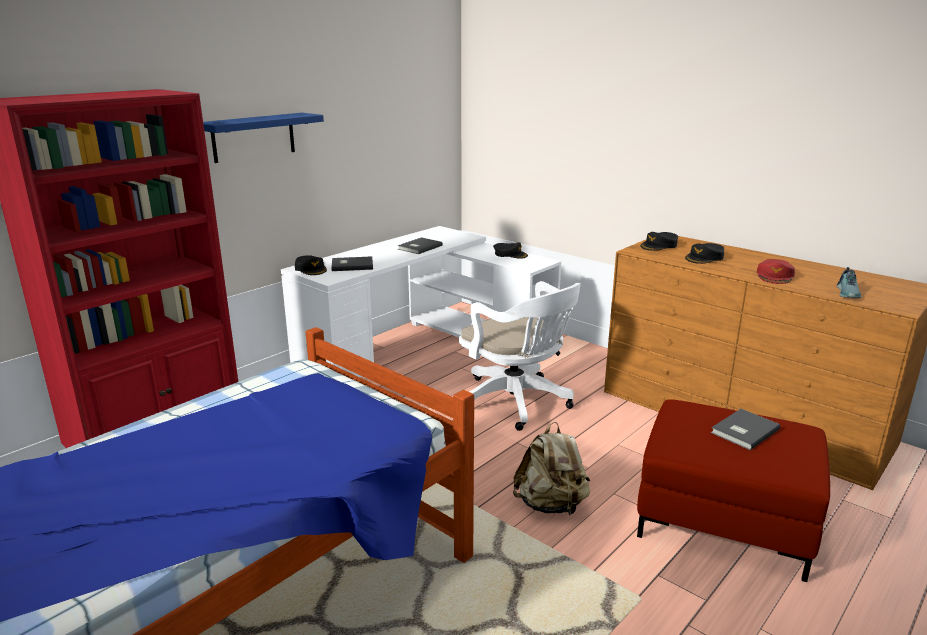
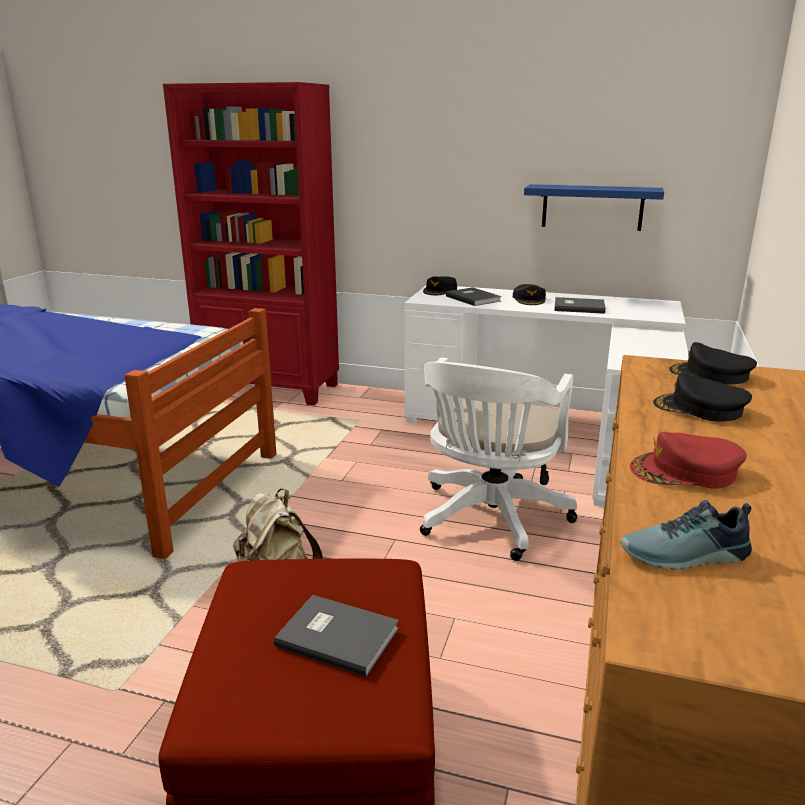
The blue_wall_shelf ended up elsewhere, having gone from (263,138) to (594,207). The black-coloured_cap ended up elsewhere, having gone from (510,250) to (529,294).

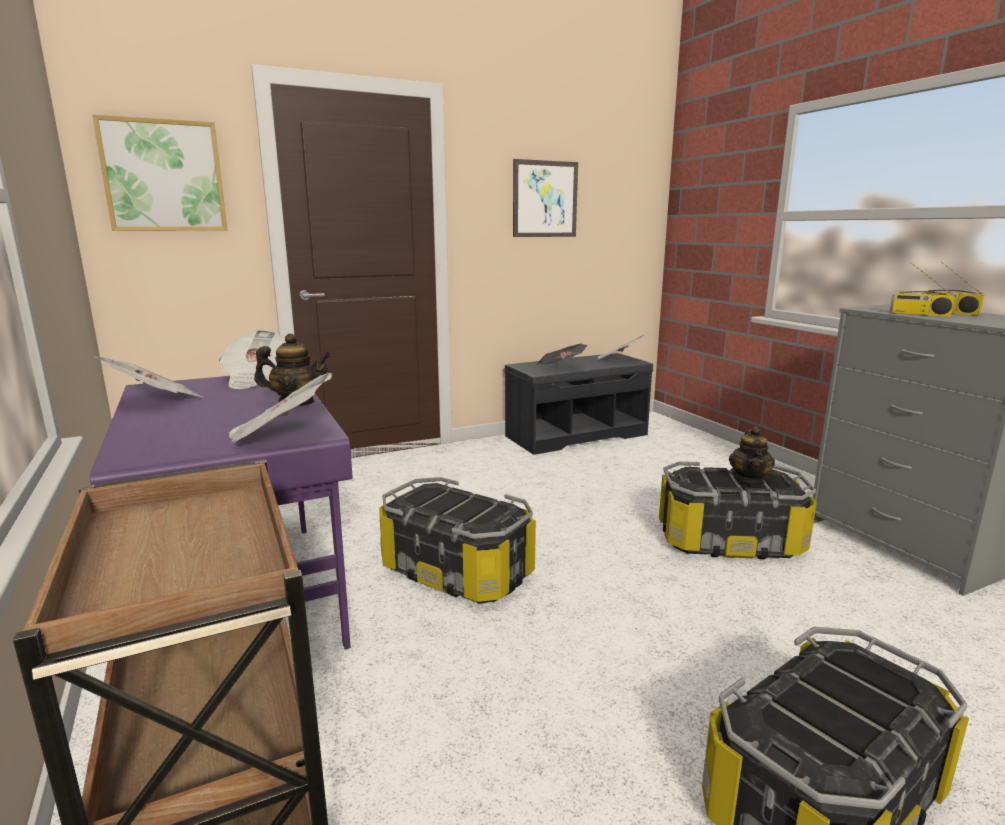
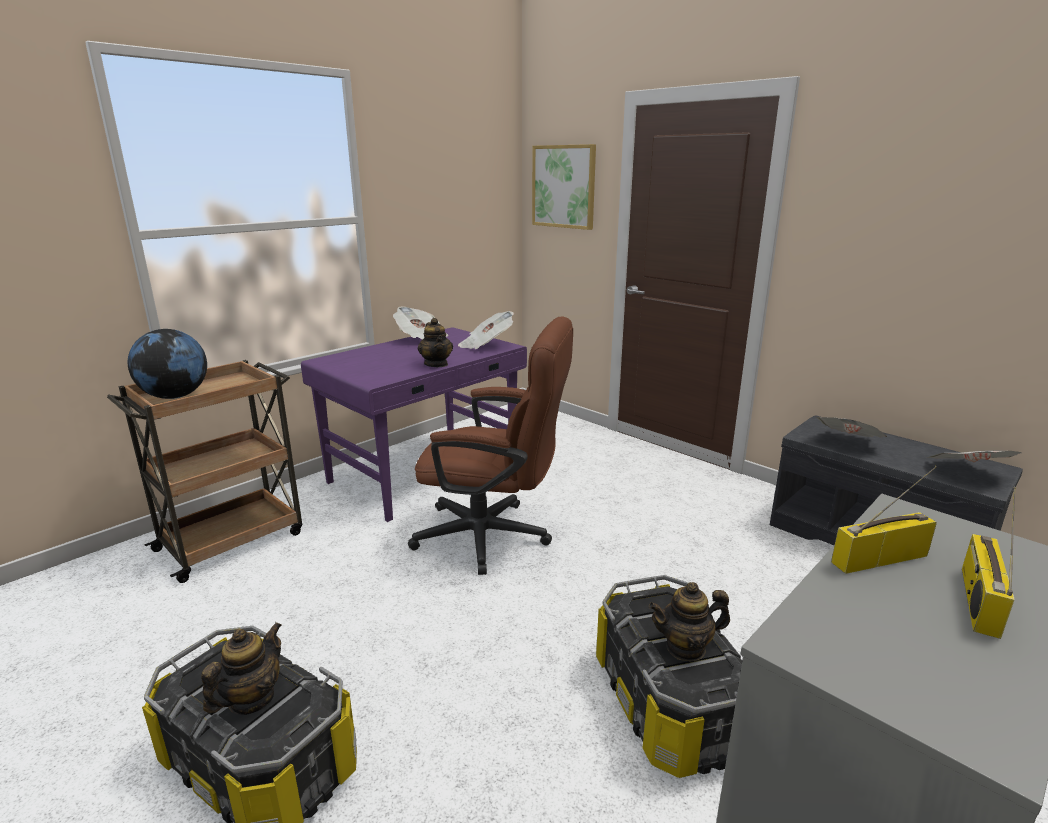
The second view lost the printed_paper at (280,408). The second view lost the wall_art at (545,198). The second view gained the desk_globe at (167,364). The second view gained the tea_pot at (241,668). Where the storage_container stood at (457,540), the brownish_office_chair came to stand at (490,445). The radio_receiver at (922,290) ended up facing another way, 60 degrees clockwise from before.

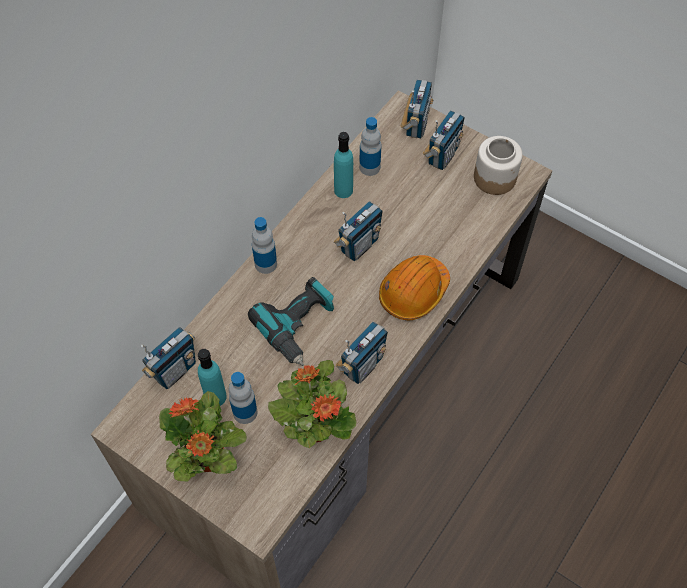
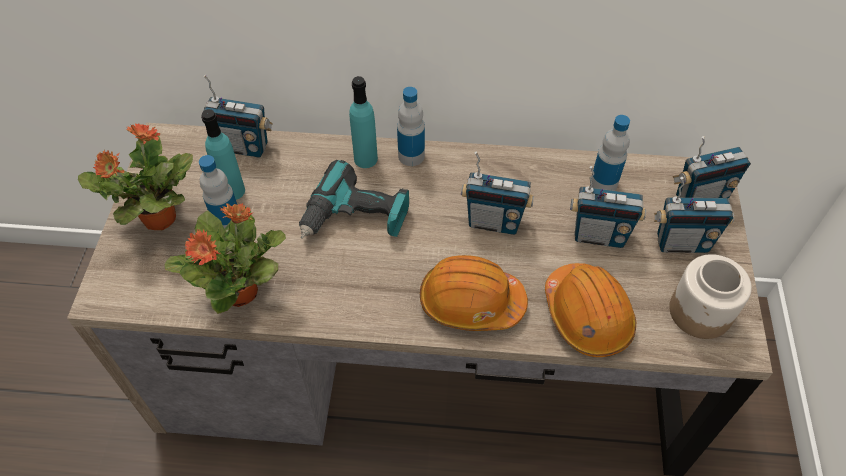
The second view gained the orange-coloured_work_helmet at (590,310). The turquoise_bottle ended up elsewhere, having gone from (343,165) to (363,122). The radio_receiver ended up elsewhere, having gone from (362,352) to (608,207).

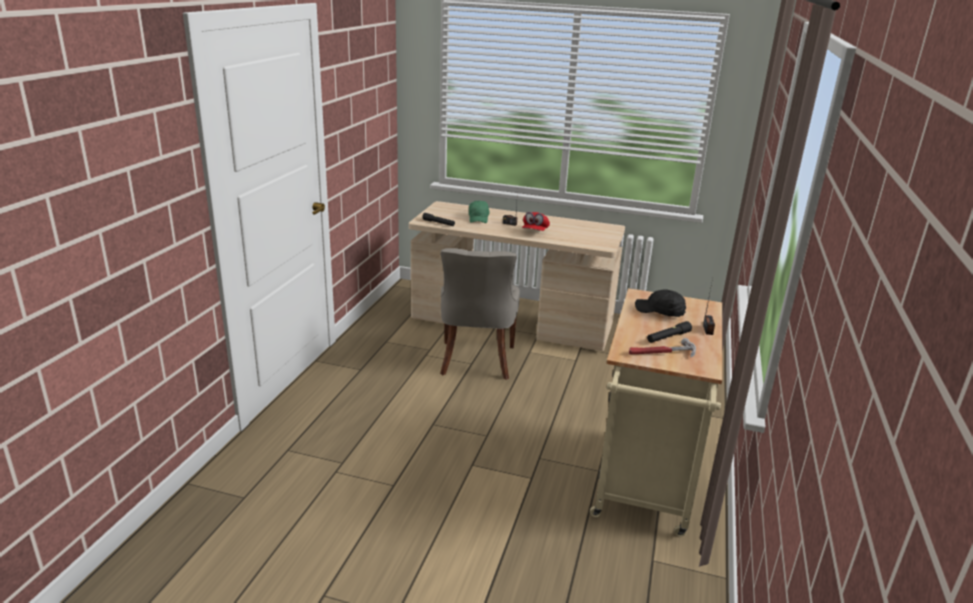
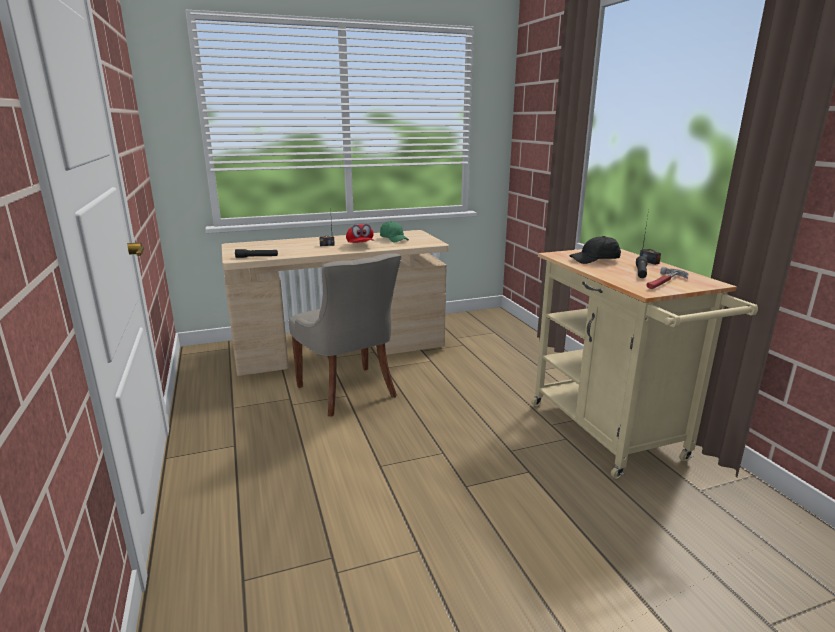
The green_cap ended up elsewhere, having gone from (479,211) to (394,231).

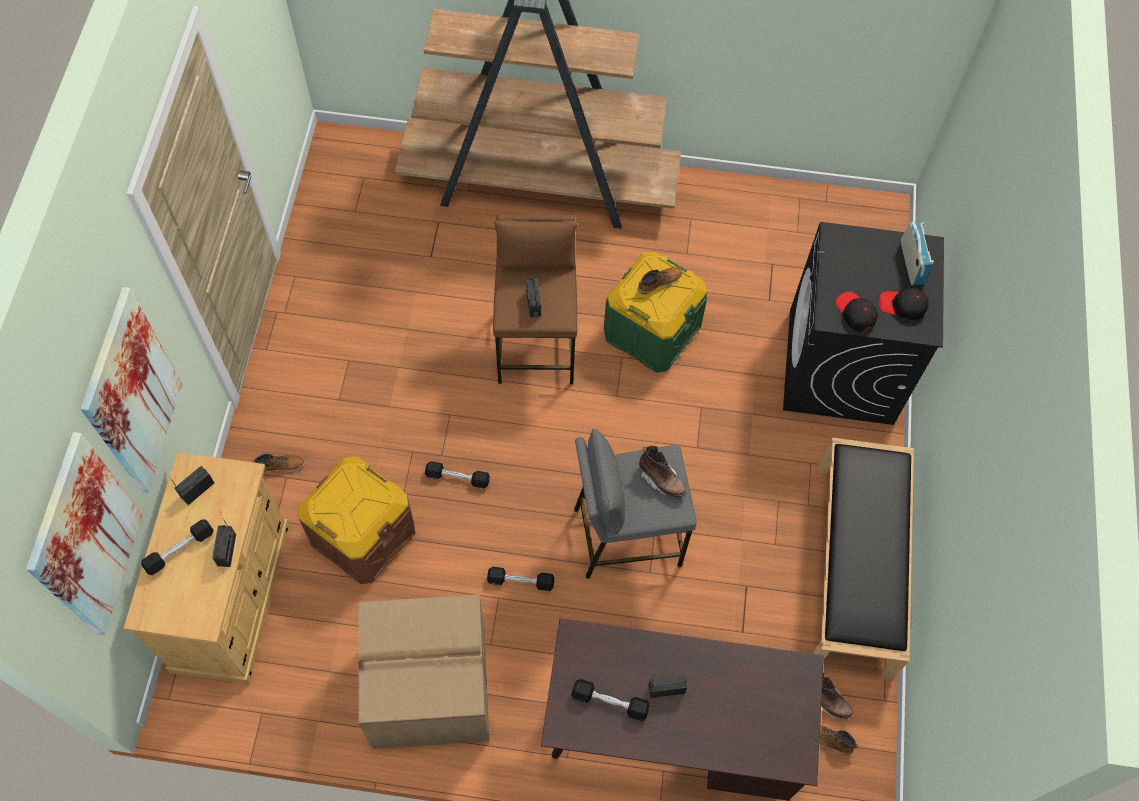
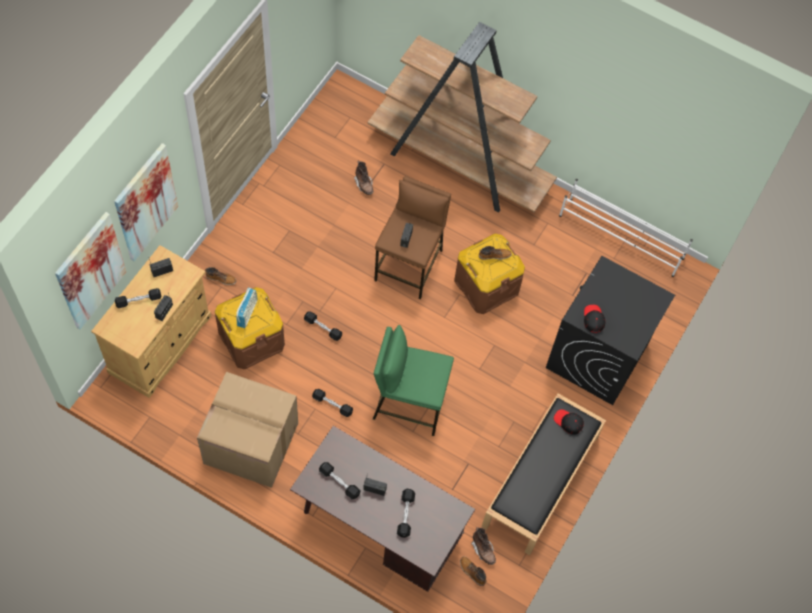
The second view gained the black-coloured_free_weight at (406,513). The second view gained the white-coloured_shoe_stand at (626,228). The brownish_tall_boot ended up elsewhere, having gone from (663,471) to (363,178). The black-coloured_cap ended up elsewhere, having gone from (904,304) to (569,422). The radio_receiver ended up elsewhere, having gone from (917,253) to (247,308). What was the grey_stool at (635,504) turned into the green_stool at (413,380). What was the green_storage_container at (655,312) turned into the brownish_storage_container at (489,274).

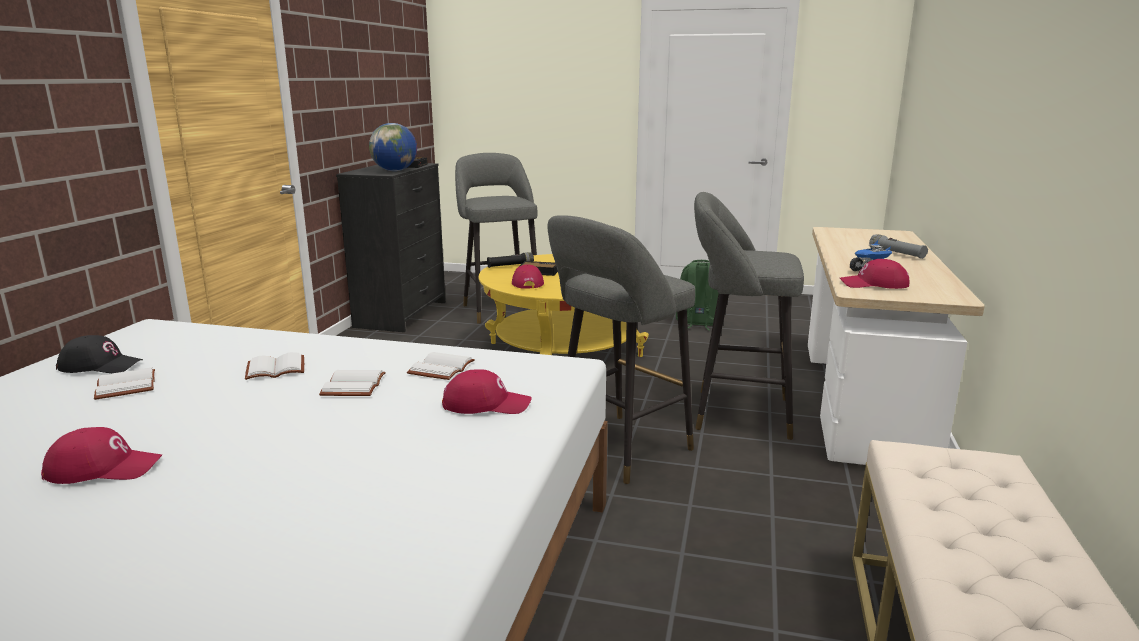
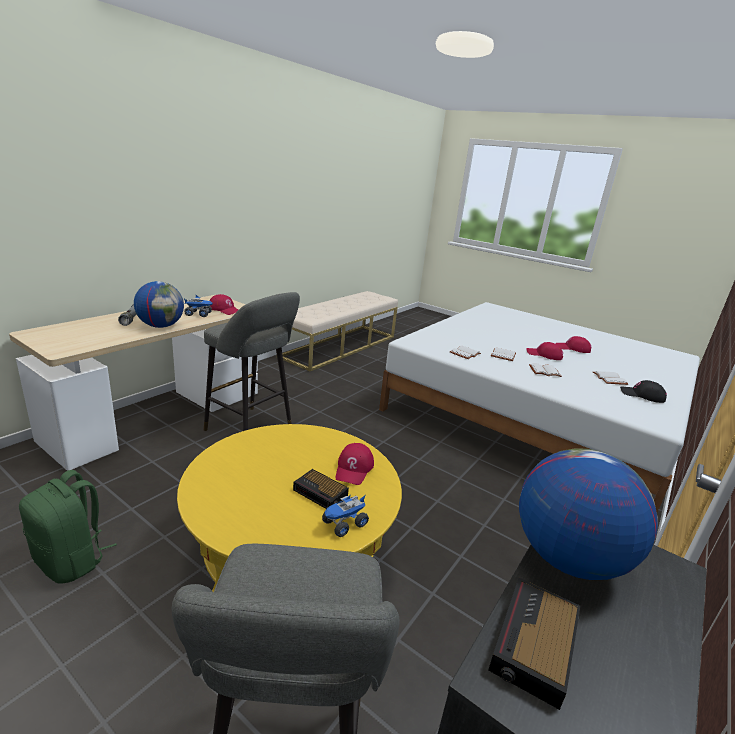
The second view lost the grey_stool at (621,349). The second view gained the desk_globe at (159,304). The reddish_cap ended up elsewhere, having gone from (487,392) to (545,351). Where the black-coloured_hand_torch stood at (510,260), the toy_truck came to stand at (345,515).

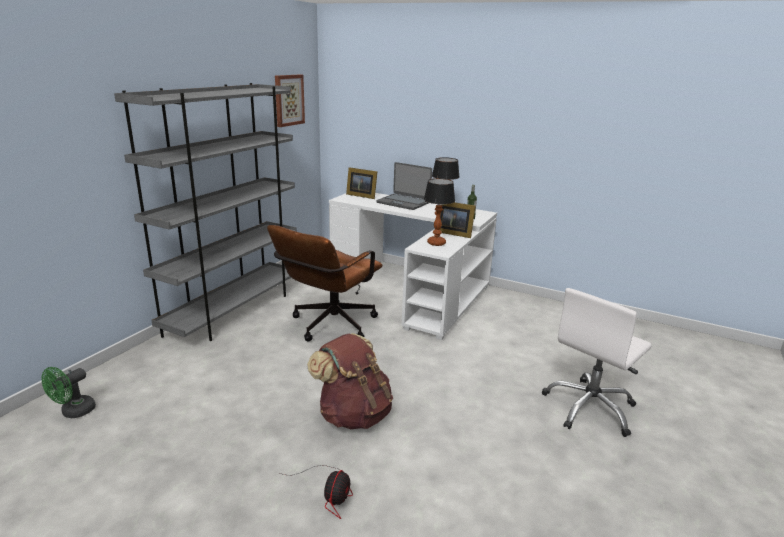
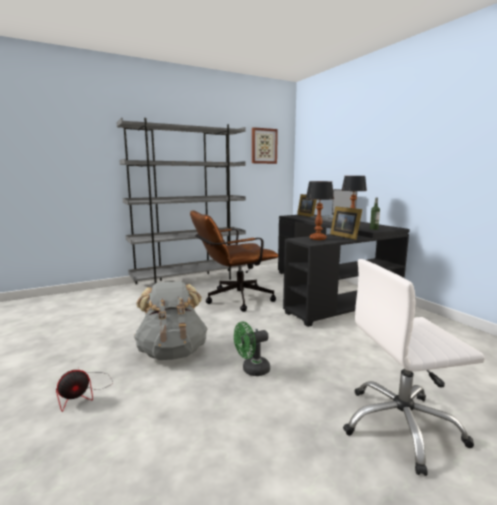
The green_fan ended up elsewhere, having gone from (68,392) to (252,348). What was the brownish_knapsack at (350,381) turned into the grey_knapsack at (171,320). What was the white-coloured_desk at (413,266) turned into the black-coloured_desk at (344,271).

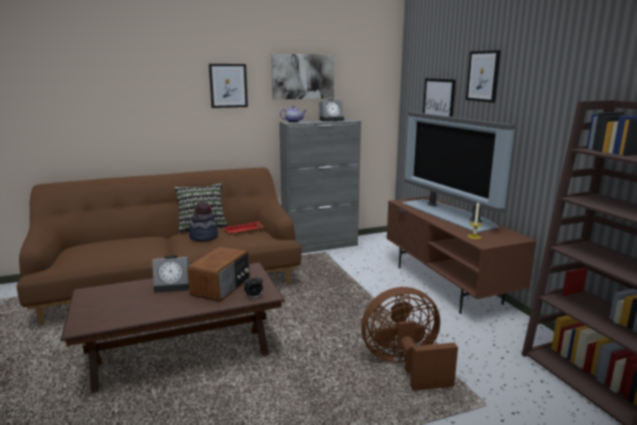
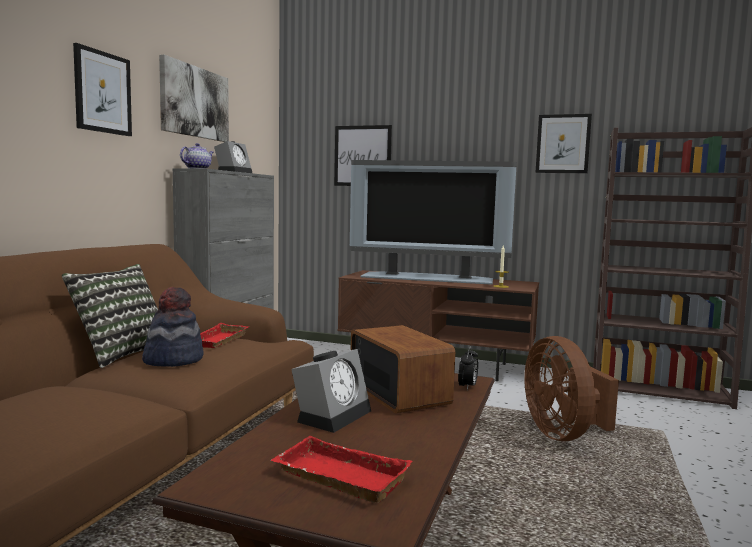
The second view gained the reddish_serving_tray at (342,469). The wall_art ended up elsewhere, having gone from (483,76) to (563,143). The brownish_fan at (409,339) ended up facing another way, 45 degrees counterclockwise from before.

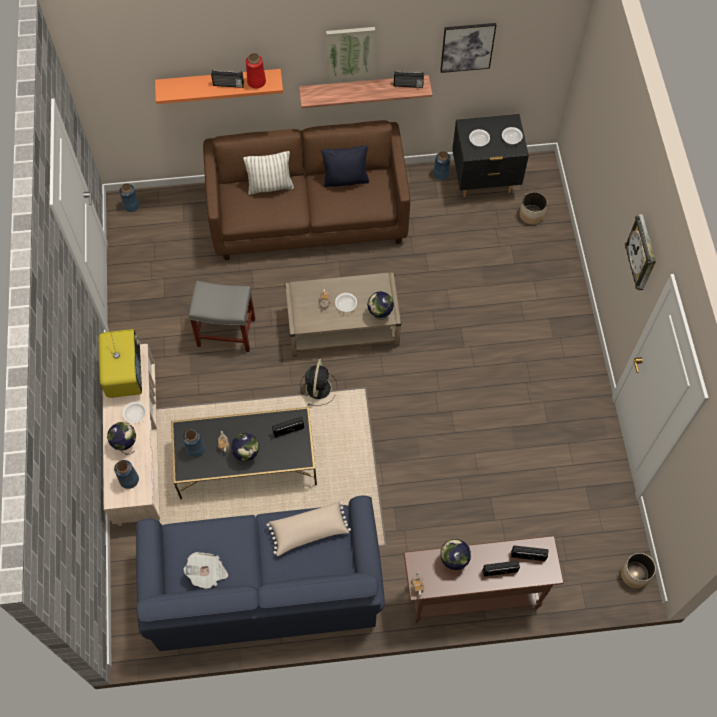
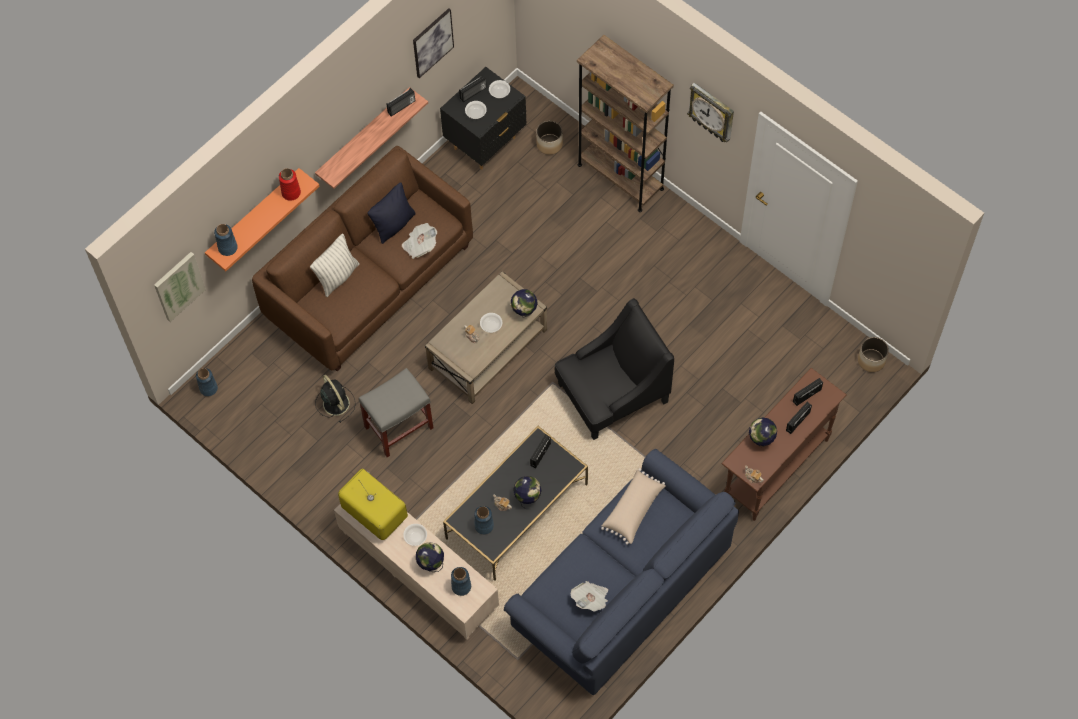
The second view gained the printed_paper at (419,241). The second view gained the black-coloured_lounge_chair at (614,369). The second view gained the brownish_bookshelf at (625,123). The radio_receiver ended up elsewhere, having gone from (227,79) to (472,88). The black-coloured_fan ended up elsewhere, having gone from (318,382) to (335,399). The wall_art ended up elsewhere, having gone from (350,54) to (180,287). The blue_decorative_vase ended up elsewhere, having gone from (441,165) to (226,240).

